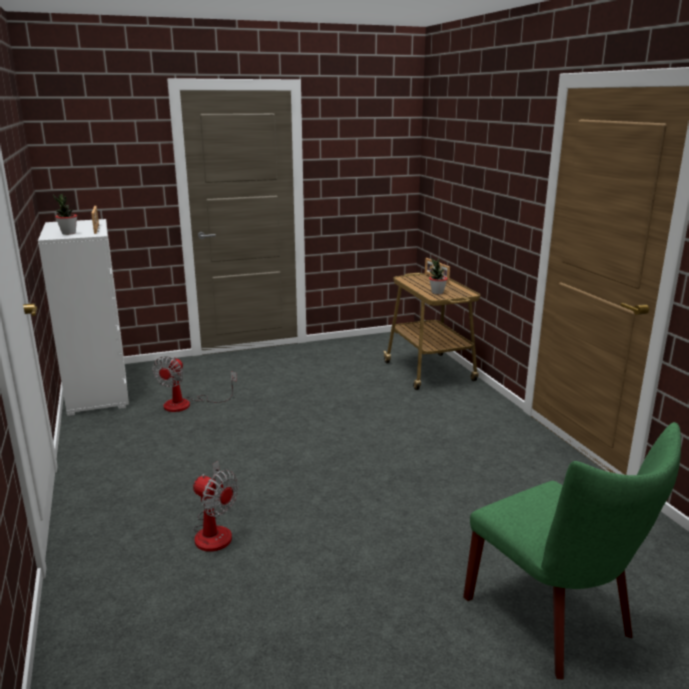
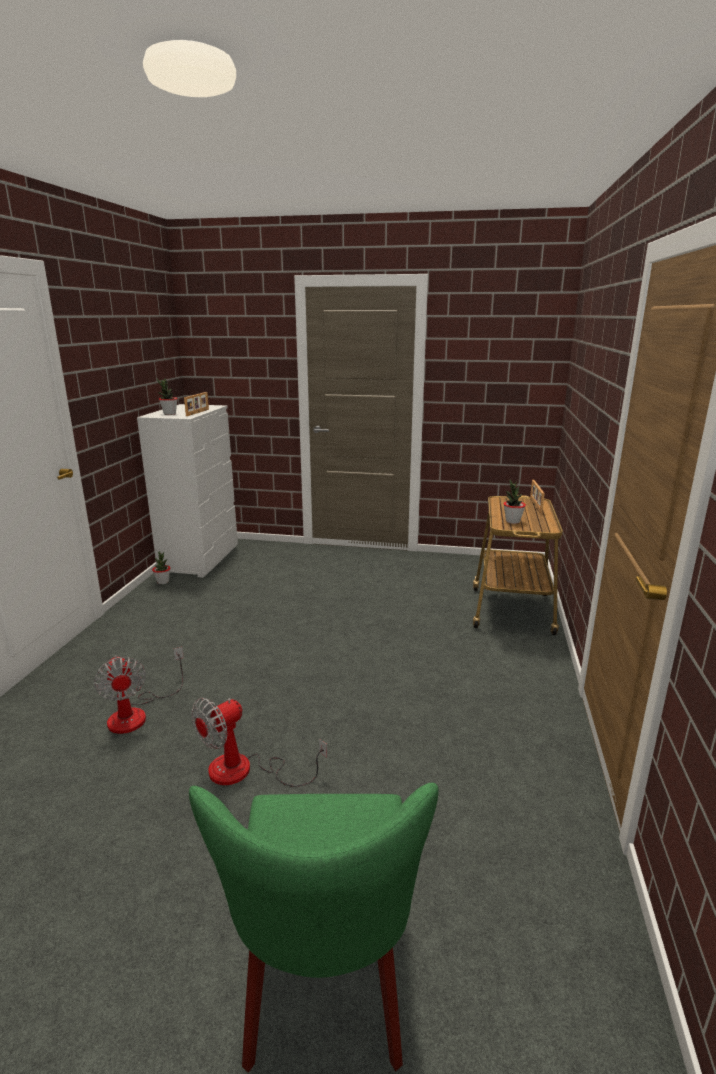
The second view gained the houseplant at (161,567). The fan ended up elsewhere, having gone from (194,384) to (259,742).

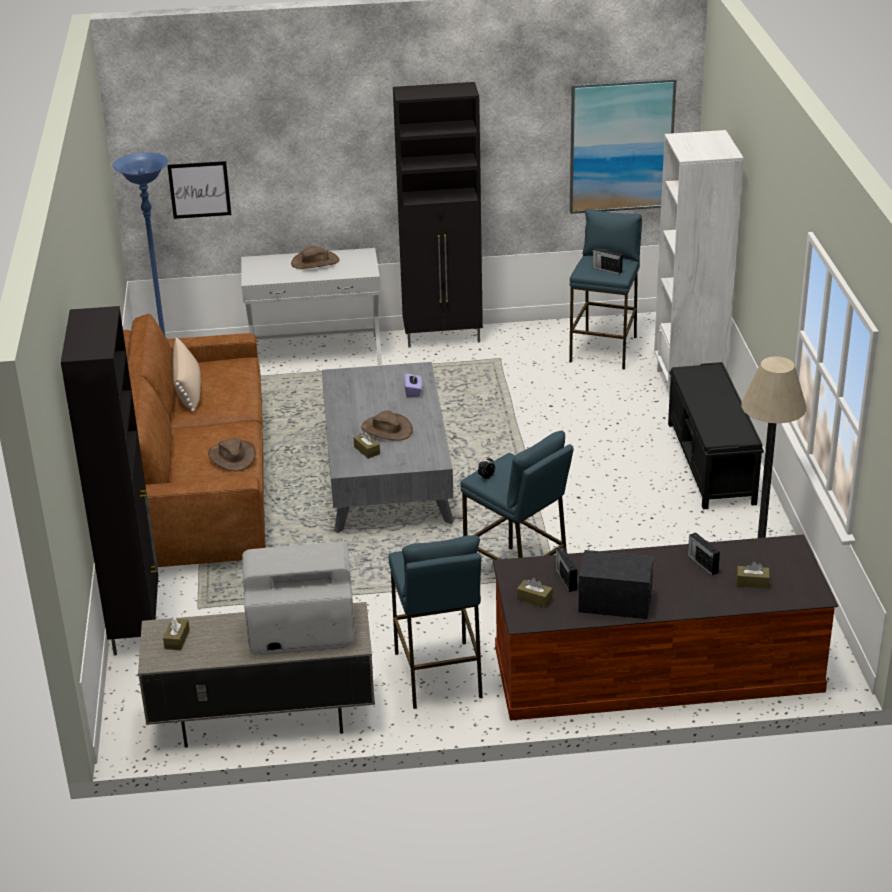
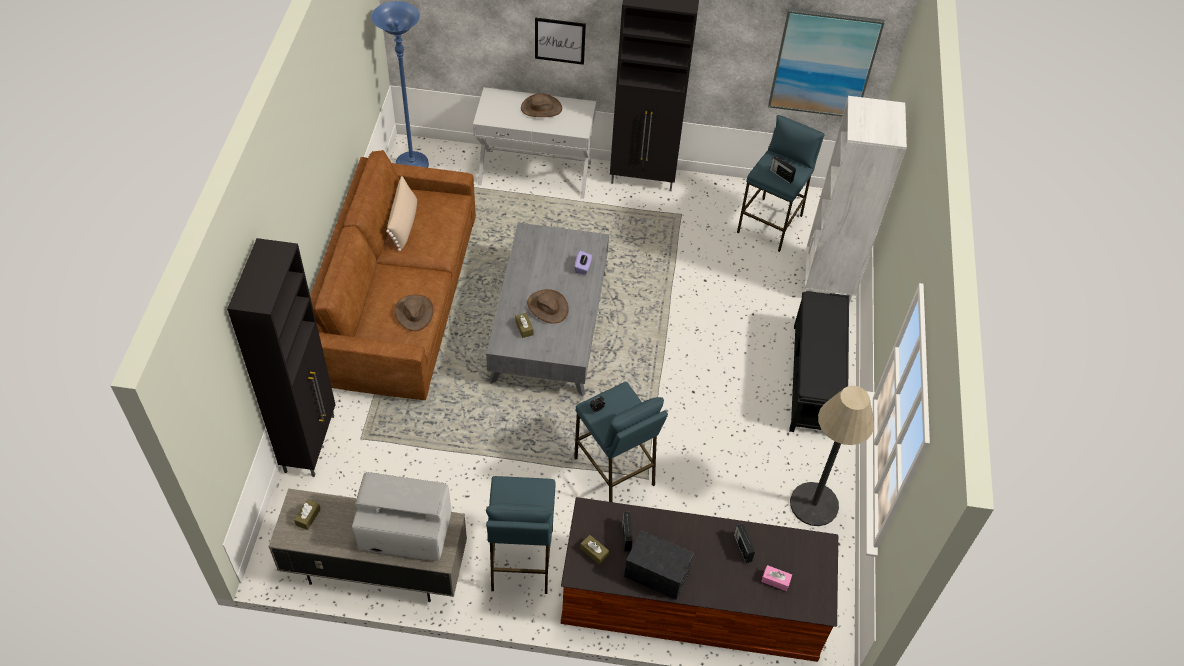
The wall_art ended up elsewhere, having gone from (199,190) to (560,41). What was the brownish_tissue_box at (753,575) turned into the pinkish_tissue_box at (776,578).

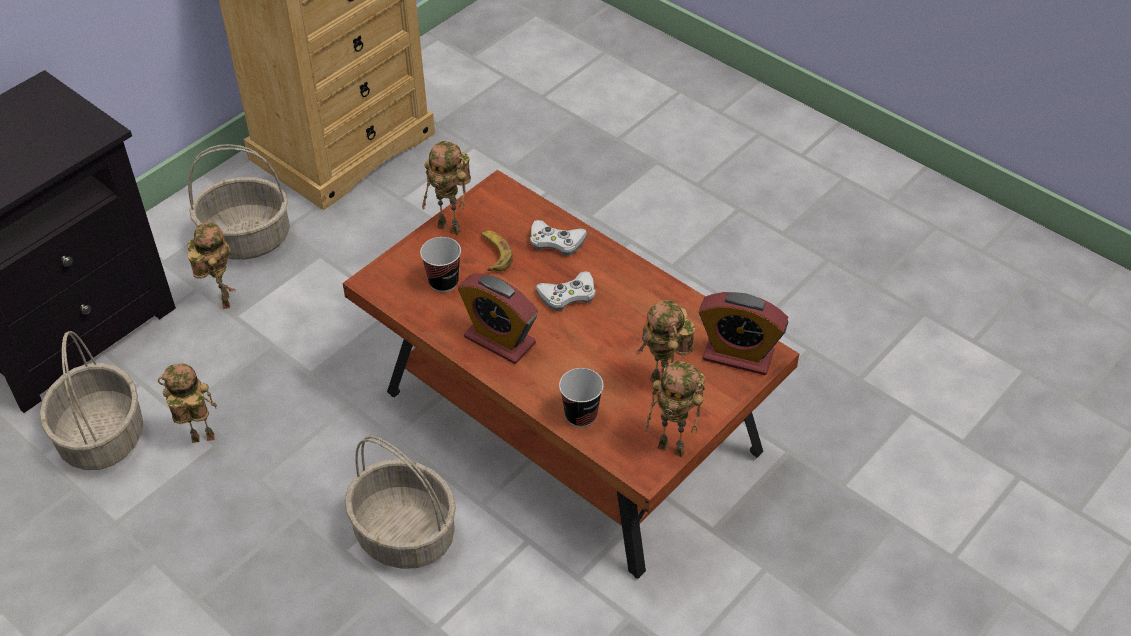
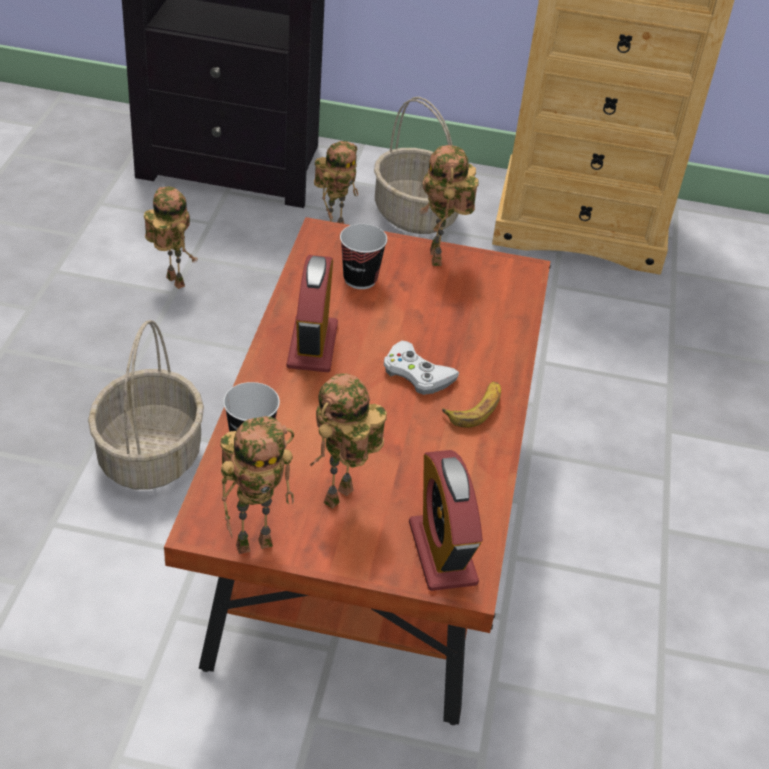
The second view lost the household_basket at (91,400). The second view lost the white-coloured_gamepad at (558,238). The whole_banana ended up elsewhere, having gone from (497,251) to (471,405). The robot_figure at (675,409) ended up facing another way, 105 degrees counterclockwise from before.

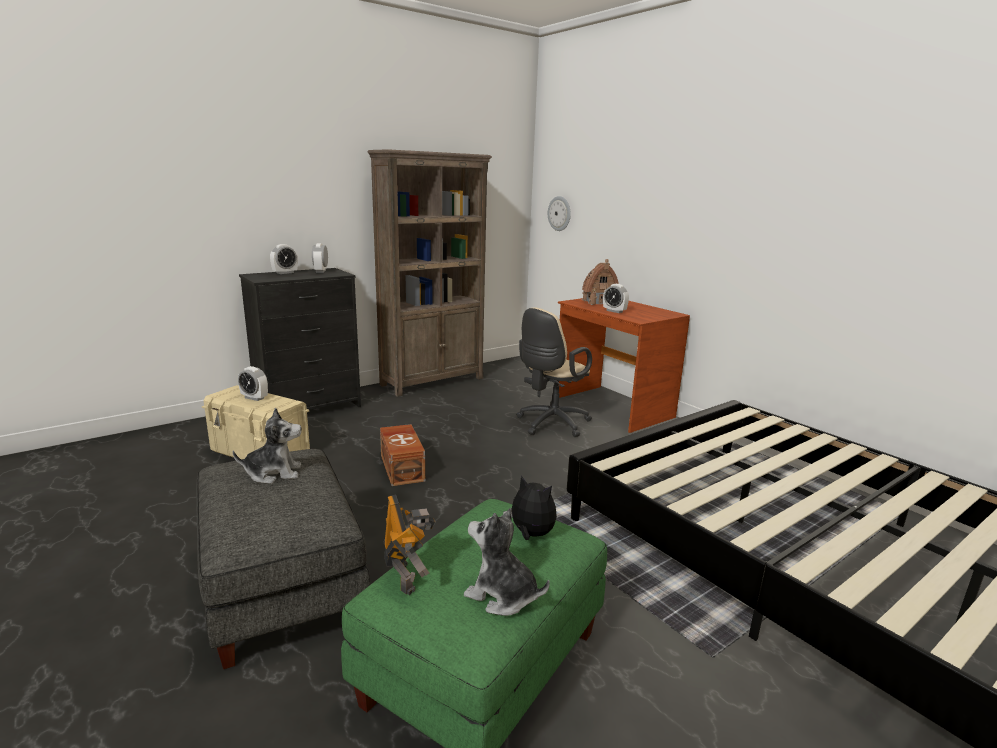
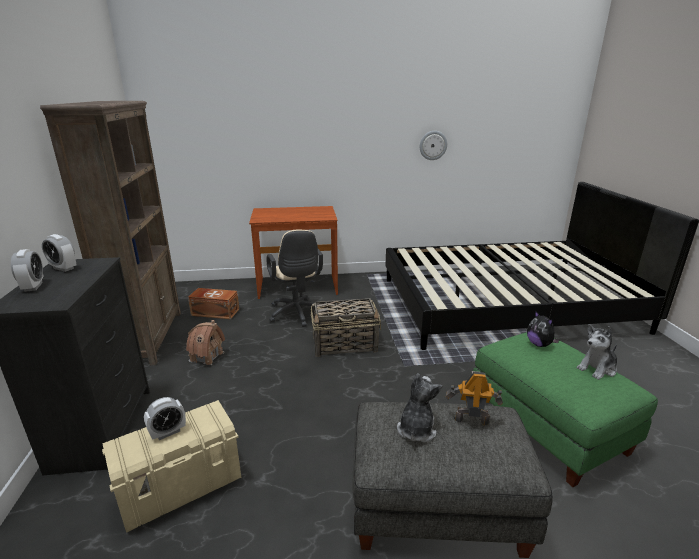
The second view lost the bedside_clock at (616,298). The second view gained the household_basket at (346,327). The brownish_storage_container ended up elsewhere, having gone from (402,455) to (213,303). The robot_figure ended up elsewhere, having gone from (409,544) to (474,398). The hanging_clock ended up elsewhere, having gone from (559,213) to (433,145). The model_house ended up elsewhere, having gone from (600,282) to (205,342). The cuddly_toy at (530,507) ended up facing another way, 90 degrees counterclockwise from before.

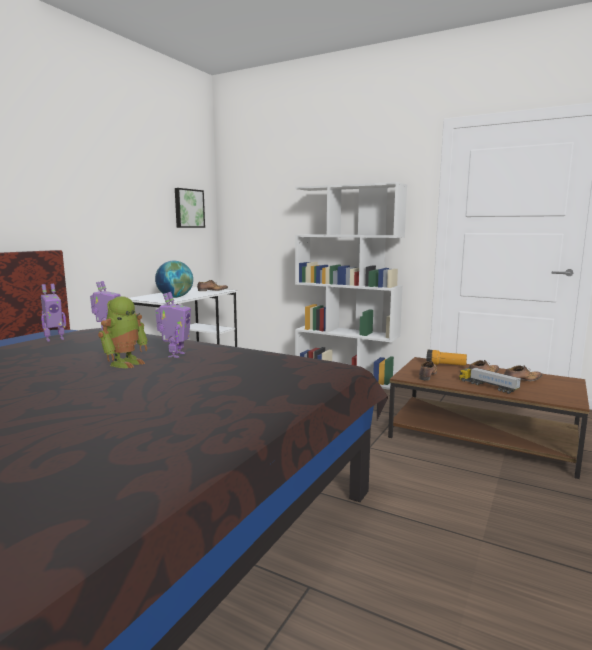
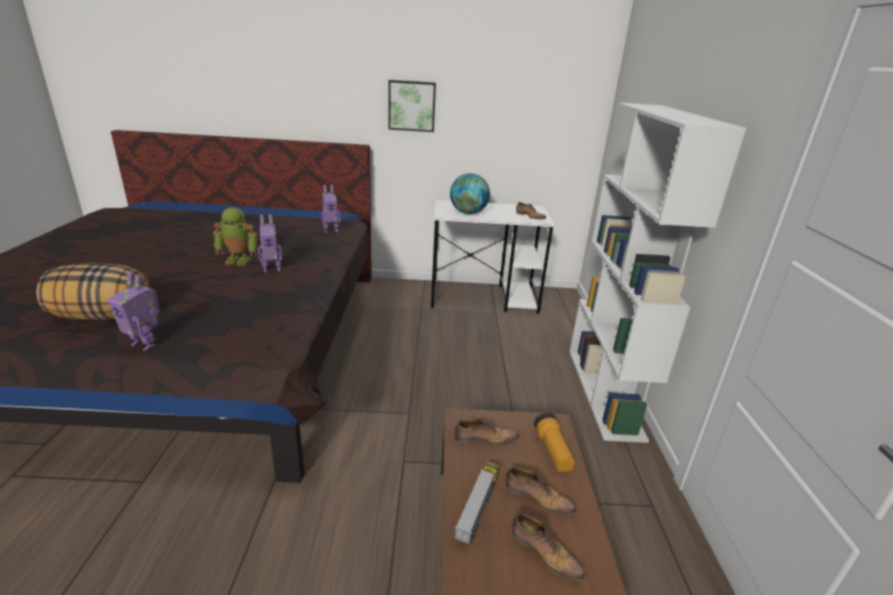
The second view gained the throw_pillow at (93,292). The robot_figure ended up elsewhere, having gone from (53,313) to (134,311). The wall_art ended up elsewhere, having gone from (190,208) to (412,106).

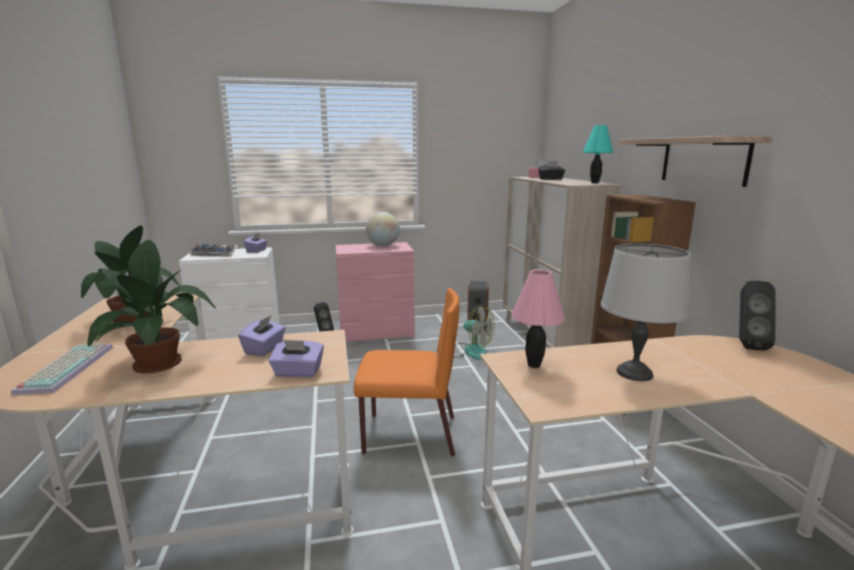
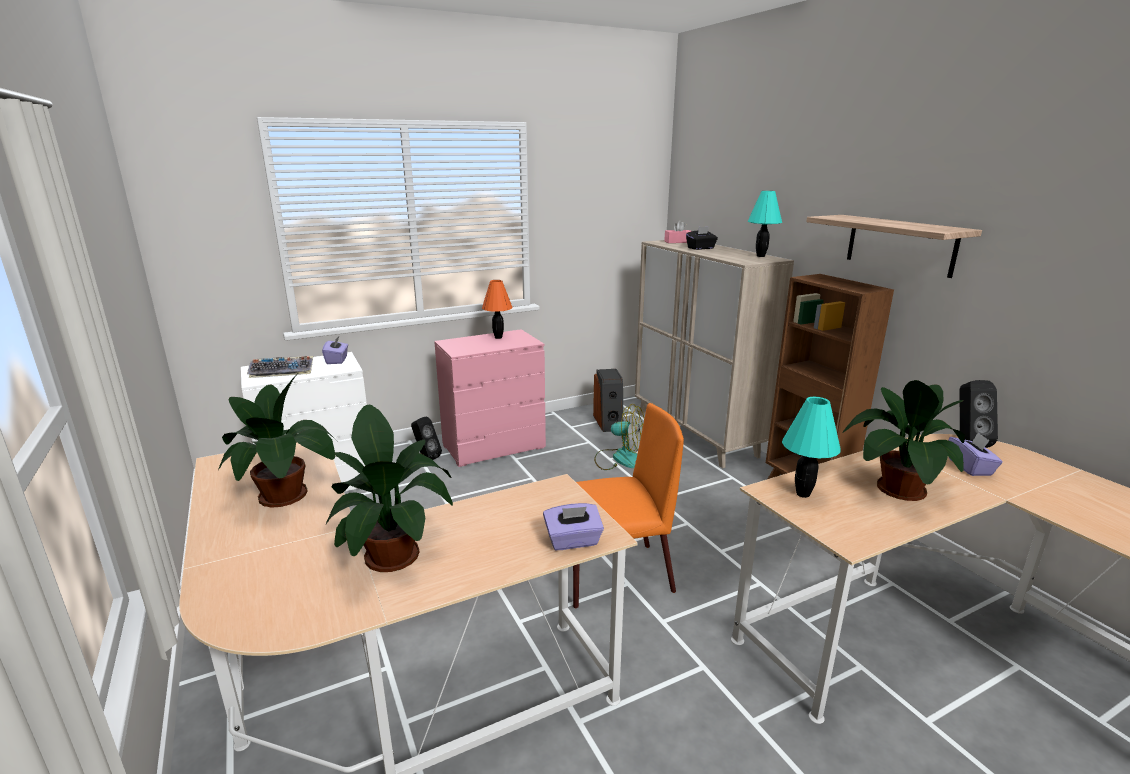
The second view lost the PC_keyboard at (62,369). The purple-coloured_tissue_box ended up elsewhere, having gone from (262,336) to (976,454). Where the desk_globe stood at (383,229), the orange-coloured_tabletop_lamp came to stand at (497,309). Where the grey_tabletop_lamp stood at (646,312), the houseplant came to stand at (904,440). What was the pinkish_tabletop_lamp at (538,318) turned into the turquoise_tabletop_lamp at (811,447).

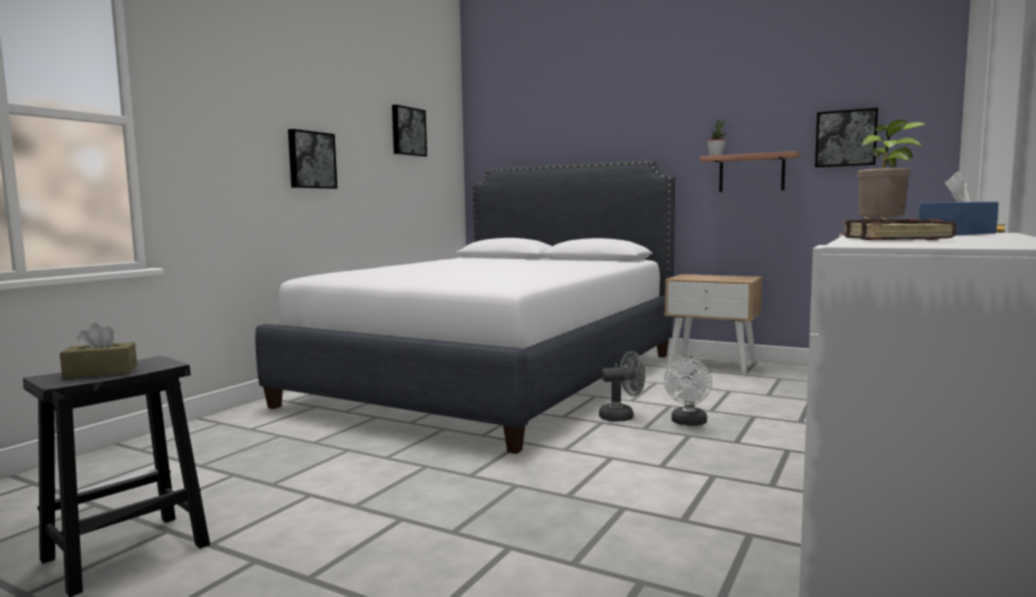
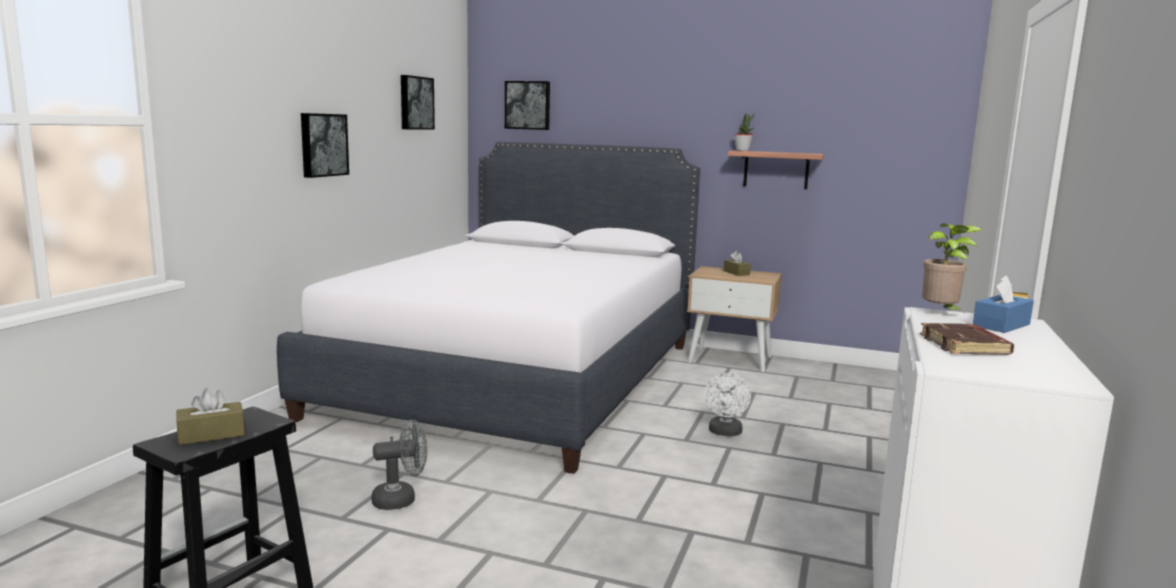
The second view gained the brownish_tissue_box at (737,263). The grey_fan ended up elsewhere, having gone from (622,386) to (399,464). The wall_art ended up elsewhere, having gone from (847,138) to (527,105).

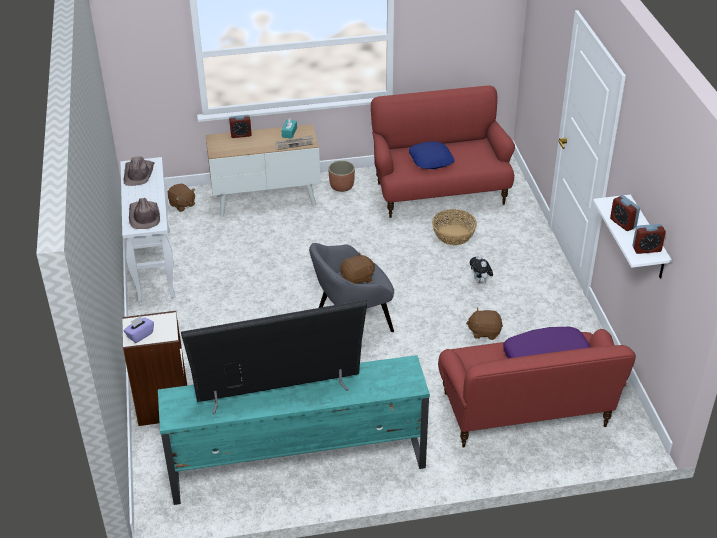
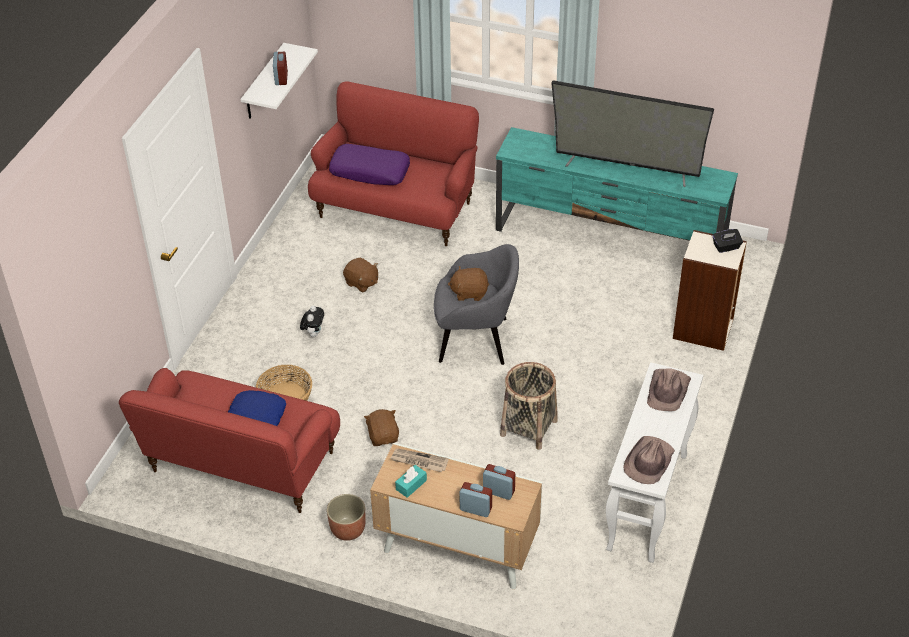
The second view gained the household_basket at (529,406). The brownish_cuddly_toy ended up elsewhere, having gone from (181,197) to (381,427). The bedside_clock ended up elsewhere, having gone from (649,239) to (499,482). What was the purple-coloured_tissue_box at (139,329) turned into the black-coloured_tissue_box at (728,241).

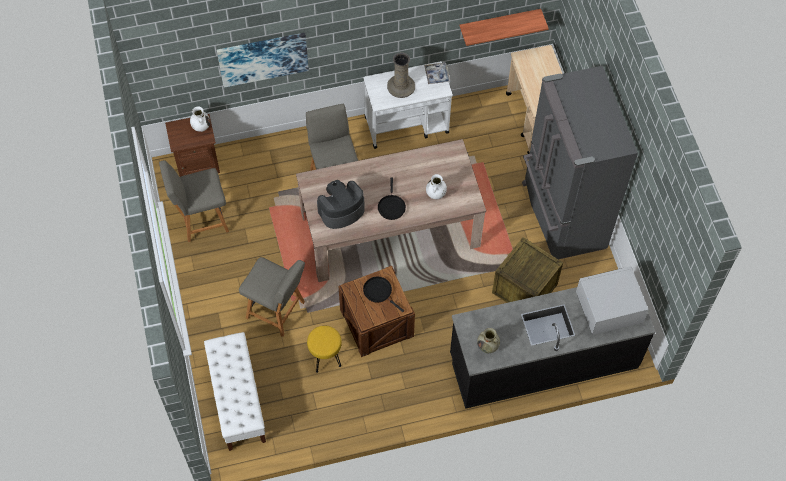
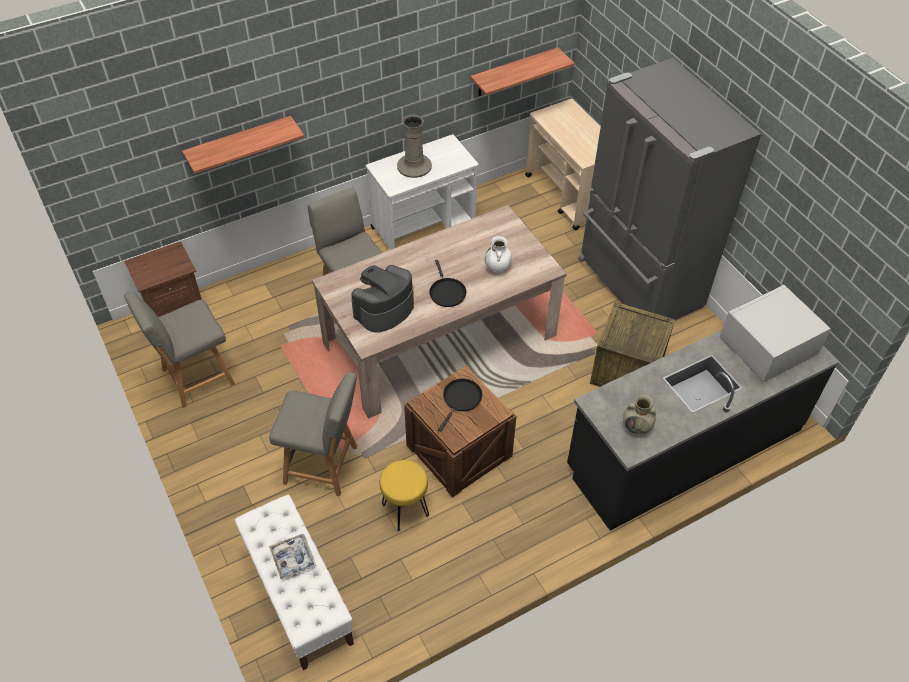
The second view lost the white-coloured_decorative_vase at (200,119). The serving_tray ended up elsewhere, having gone from (437,73) to (292,556). Where the wall_art hung at (263,60), the wall_shelf came to hang at (243,145). The black-coloured_frying_pan at (383,294) ended up facing another way, 90 degrees clockwise from before.

